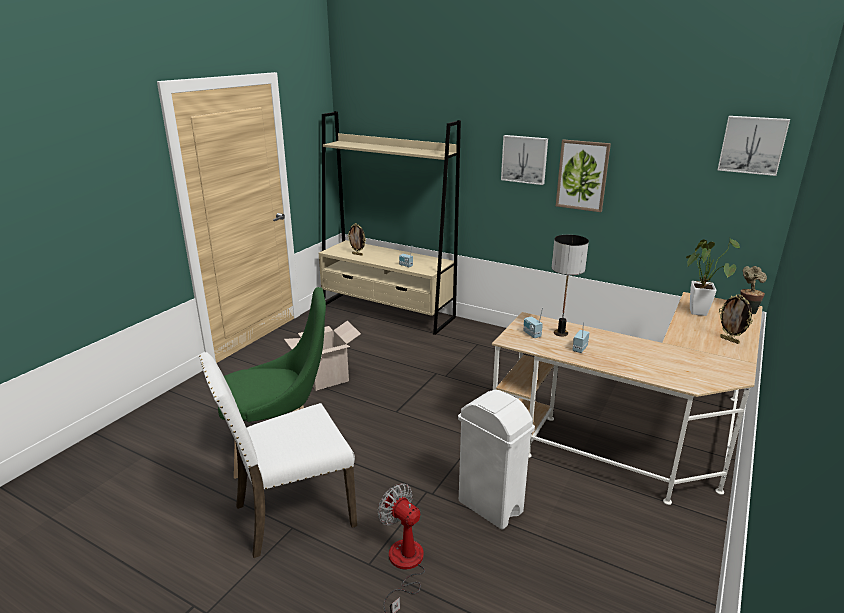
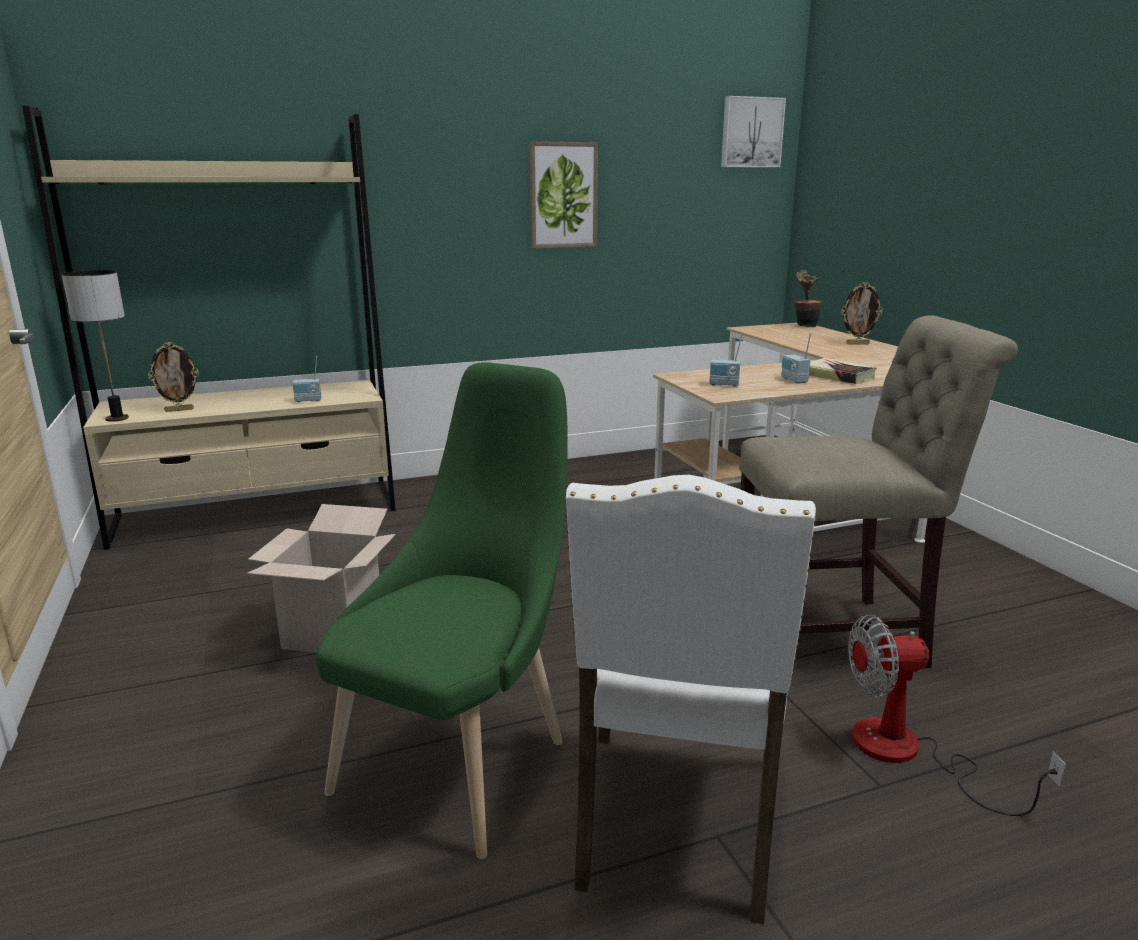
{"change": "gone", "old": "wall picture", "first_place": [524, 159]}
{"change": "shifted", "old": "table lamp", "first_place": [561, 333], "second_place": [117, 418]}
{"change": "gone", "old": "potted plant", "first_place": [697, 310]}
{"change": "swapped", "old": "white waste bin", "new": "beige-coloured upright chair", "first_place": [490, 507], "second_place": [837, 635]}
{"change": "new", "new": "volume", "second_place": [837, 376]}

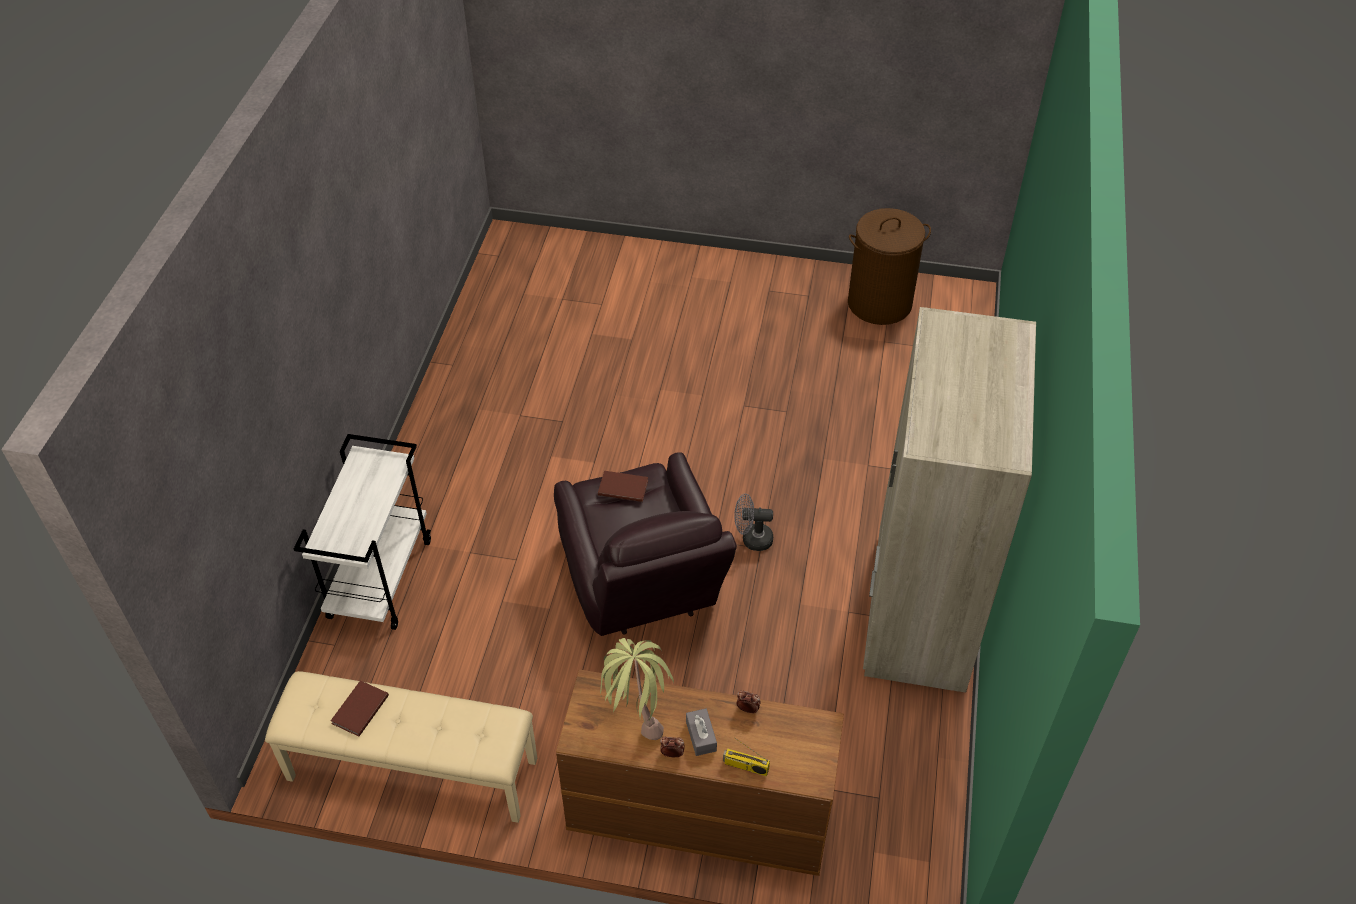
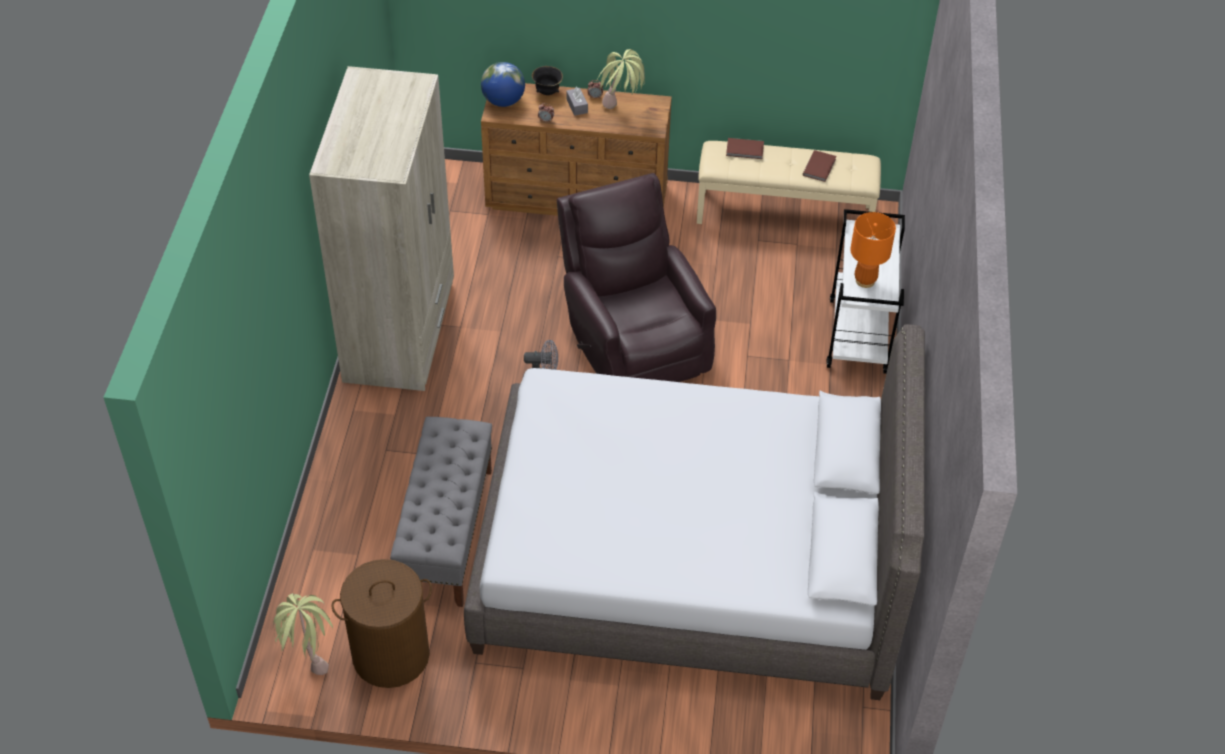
{"change": "shifted", "old": "brownish volume", "first_place": [622, 487], "second_place": [745, 150]}
{"change": "swapped", "old": "radio", "new": "black-coloured deep dish", "first_place": [745, 766], "second_place": [547, 92]}
{"change": "new", "new": "globe", "second_place": [503, 101]}
{"change": "new", "new": "orangey table lamp", "second_place": [865, 280]}
{"change": "new", "new": "grey bed", "second_place": [689, 559]}
{"change": "new", "new": "grey indoor bench", "second_place": [447, 534]}
{"change": "new", "new": "potted plant", "second_place": [308, 656]}

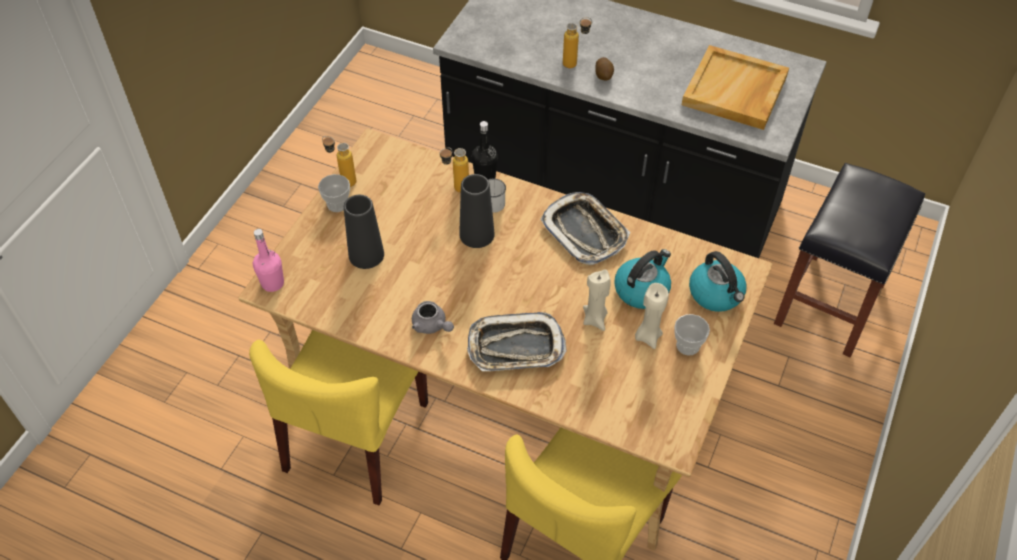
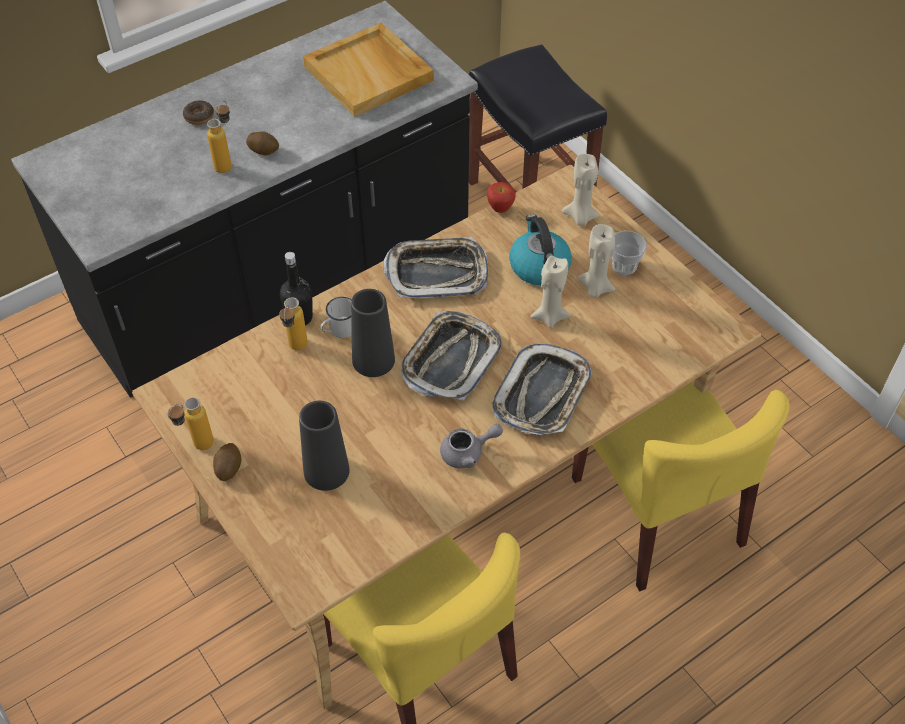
{"change": "swapped", "old": "cup", "new": "whole potato", "first_place": [337, 204], "second_place": [228, 467]}
{"change": "gone", "old": "pink-coloured drink bottle", "first_place": [272, 283]}
{"change": "swapped", "old": "kettle", "new": "beige-coloured candle", "first_place": [716, 294], "second_place": [580, 217]}
{"change": "new", "new": "doughnut", "second_place": [199, 116]}
{"change": "new", "new": "whole apple", "second_place": [500, 209]}
{"change": "new", "new": "tray", "second_place": [450, 360]}

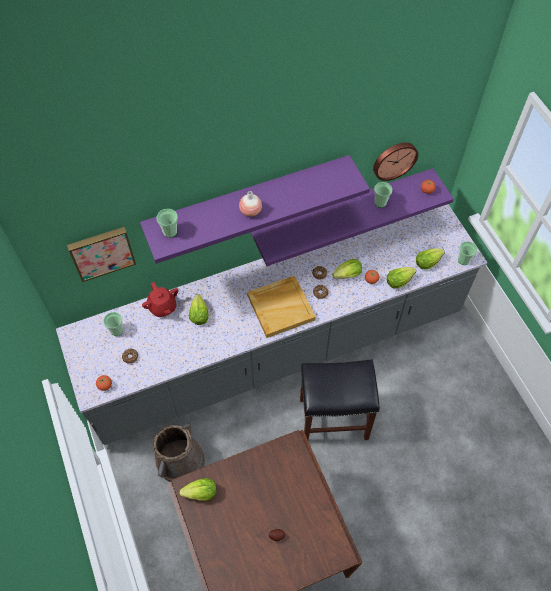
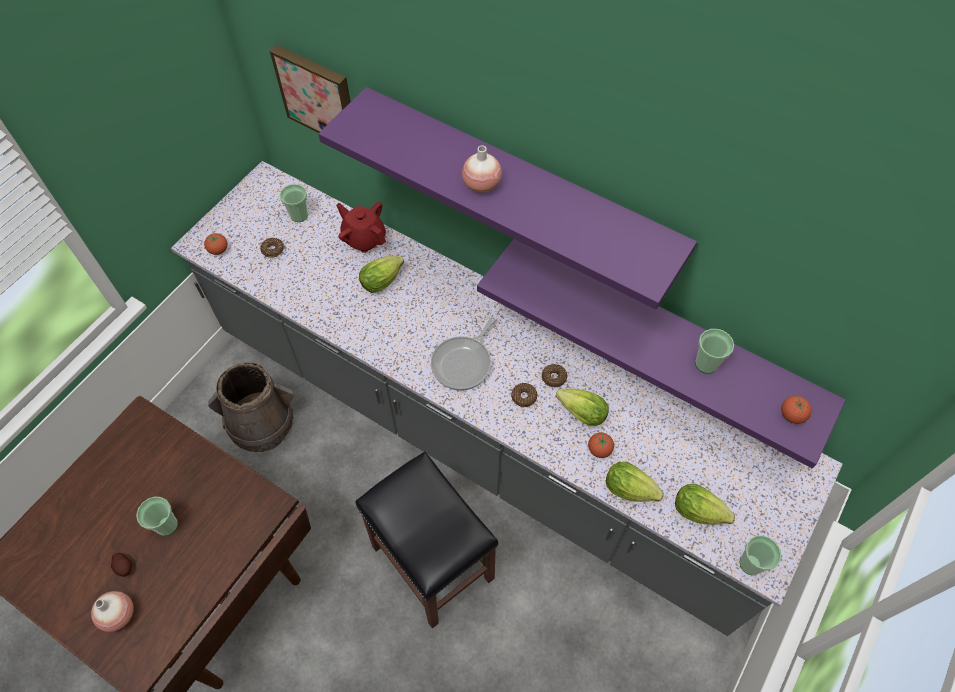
{"change": "gone", "old": "hanging clock", "first_place": [394, 159]}
{"change": "shifted", "old": "cup", "first_place": [170, 232], "second_place": [167, 525]}
{"change": "swapped", "old": "beige-coloured tray", "new": "pan", "first_place": [281, 307], "second_place": [464, 363]}
{"change": "rotated", "old": "red-coloured teapot", "first_place": [162, 307], "second_place": [364, 238], "degrees": 105}
{"change": "gone", "old": "lettuce", "first_place": [198, 493]}
{"change": "new", "new": "flower vase", "second_place": [119, 615]}

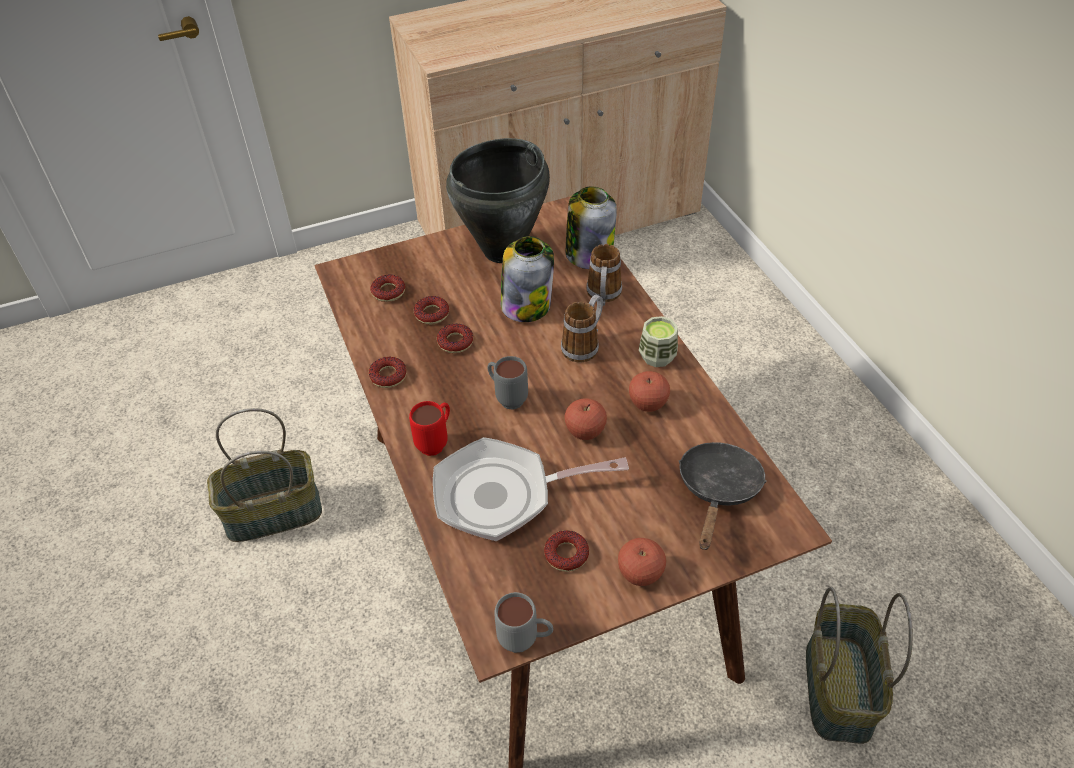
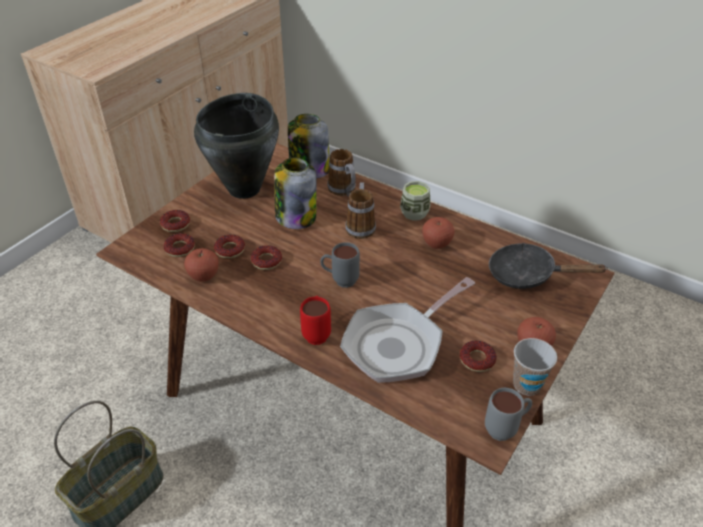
{"change": "shifted", "old": "doughnut", "first_place": [388, 376], "second_place": [175, 224]}
{"change": "shifted", "old": "whole apple", "first_place": [585, 432], "second_place": [204, 276]}
{"change": "rotated", "old": "black-coloured pan", "first_place": [718, 490], "second_place": [528, 275], "degrees": -60}
{"change": "gone", "old": "storage basket", "first_place": [840, 689]}
{"change": "new", "new": "cup", "second_place": [527, 384]}

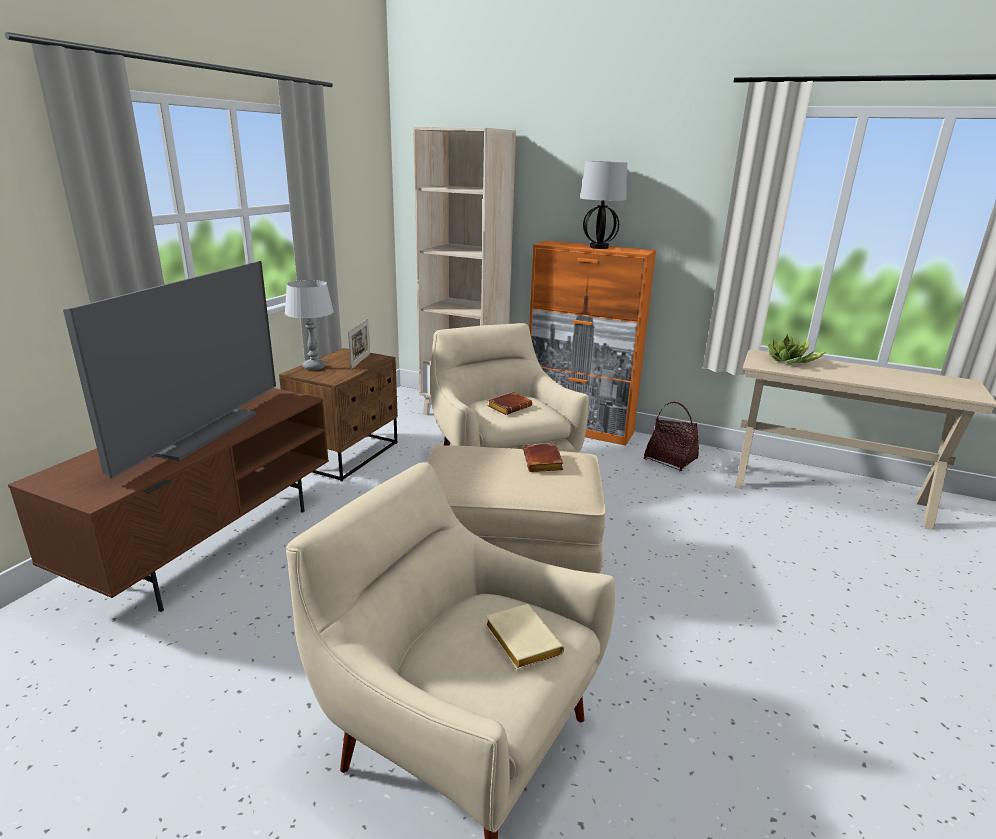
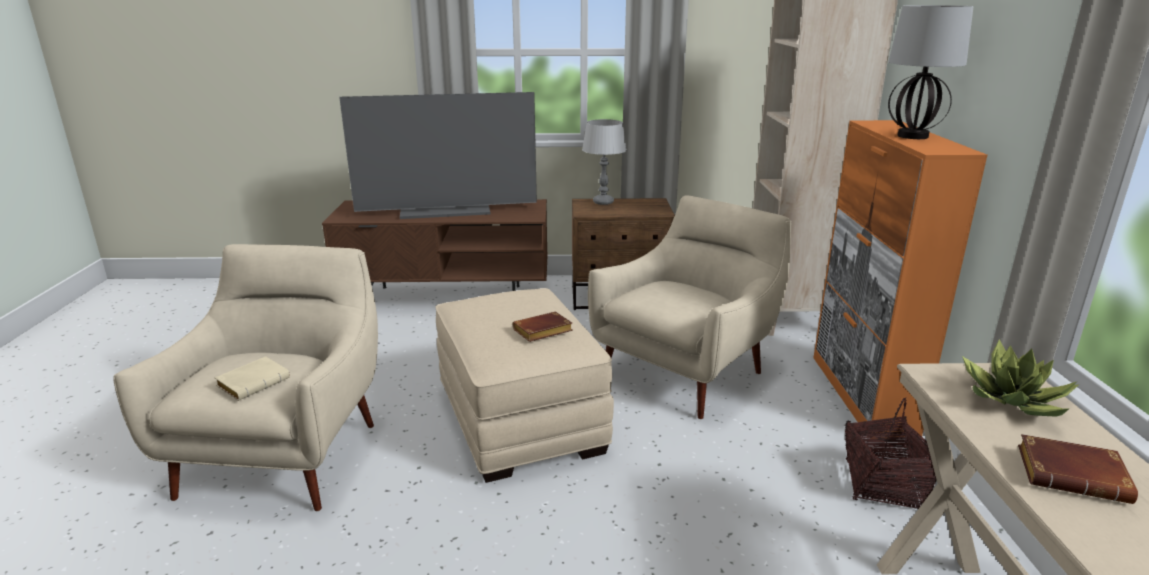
{"change": "gone", "old": "picture frame", "first_place": [360, 361]}
{"change": "shifted", "old": "brownish volume", "first_place": [509, 406], "second_place": [1074, 475]}

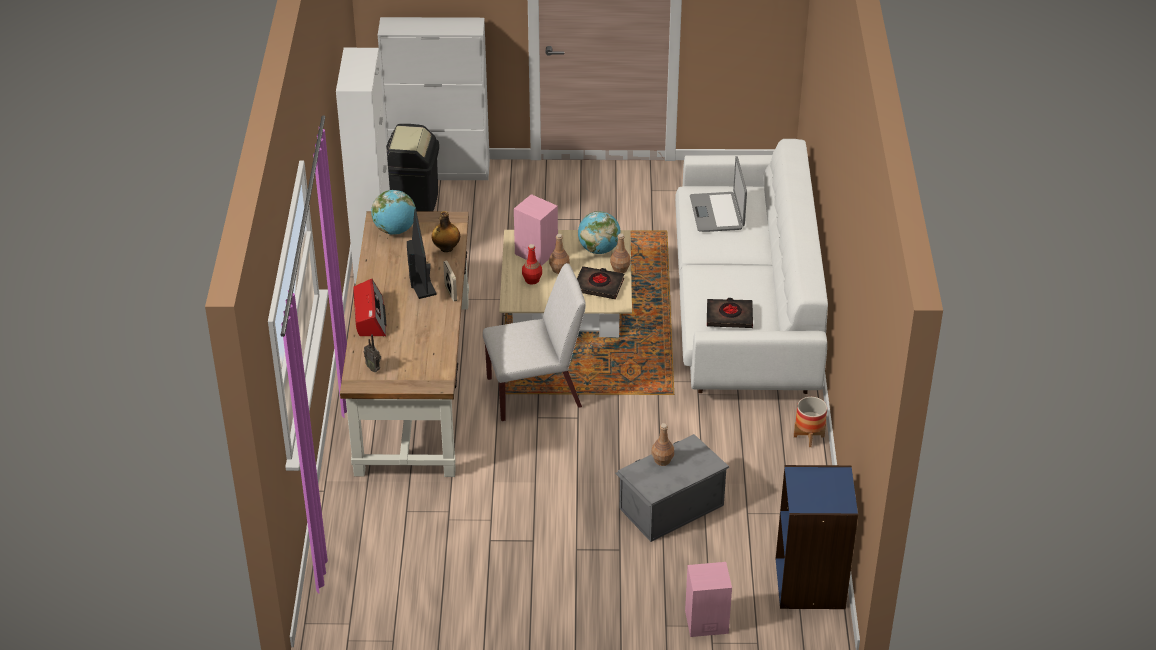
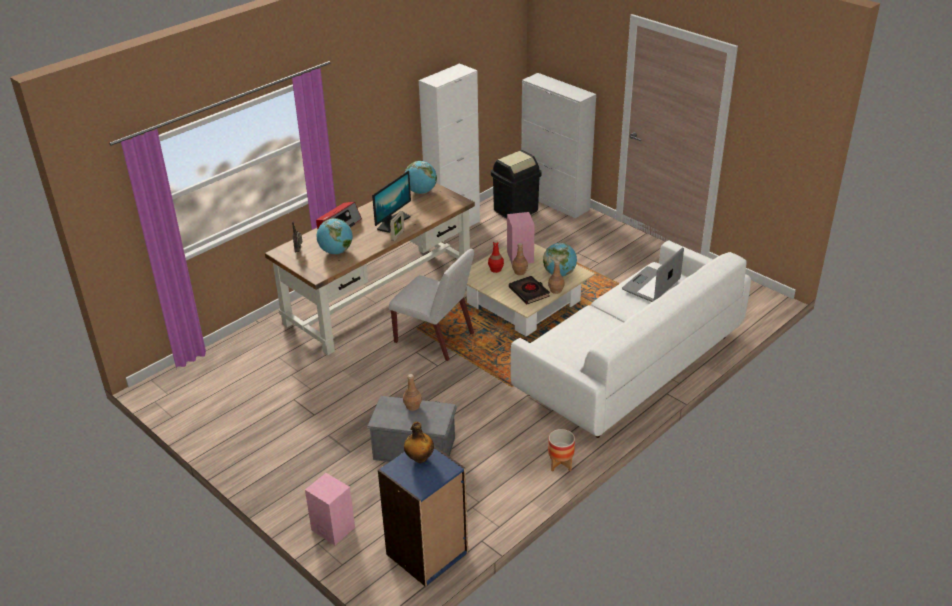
{"change": "shifted", "old": "drink bottle", "first_place": [446, 248], "second_place": [419, 458]}
{"change": "gone", "old": "black-coloured volume", "first_place": [729, 316]}
{"change": "new", "new": "globe", "second_place": [336, 251]}

